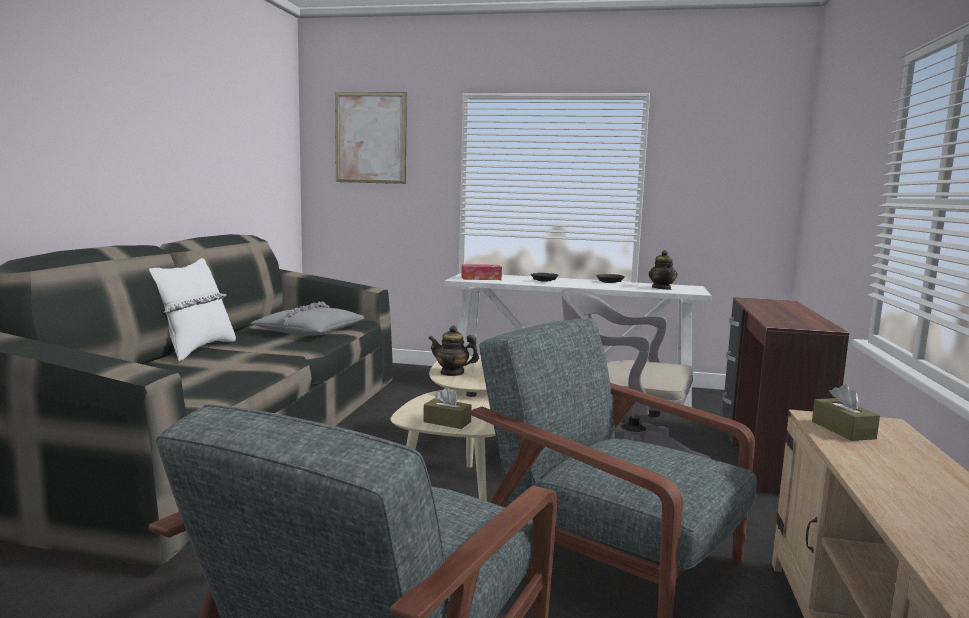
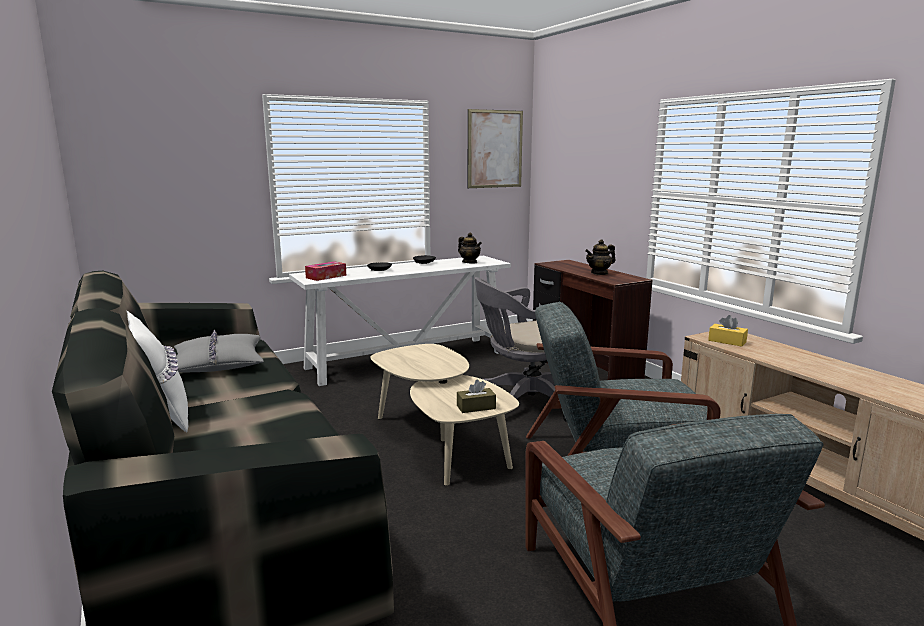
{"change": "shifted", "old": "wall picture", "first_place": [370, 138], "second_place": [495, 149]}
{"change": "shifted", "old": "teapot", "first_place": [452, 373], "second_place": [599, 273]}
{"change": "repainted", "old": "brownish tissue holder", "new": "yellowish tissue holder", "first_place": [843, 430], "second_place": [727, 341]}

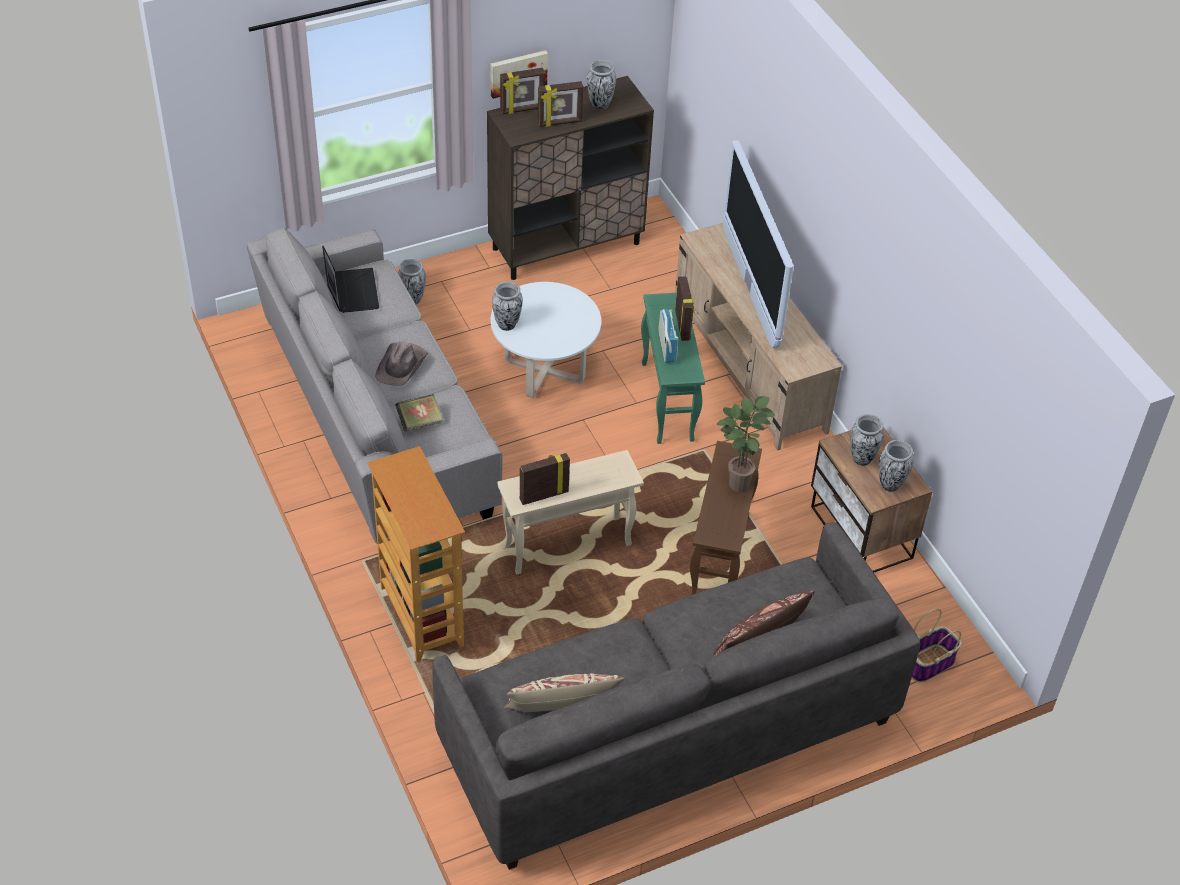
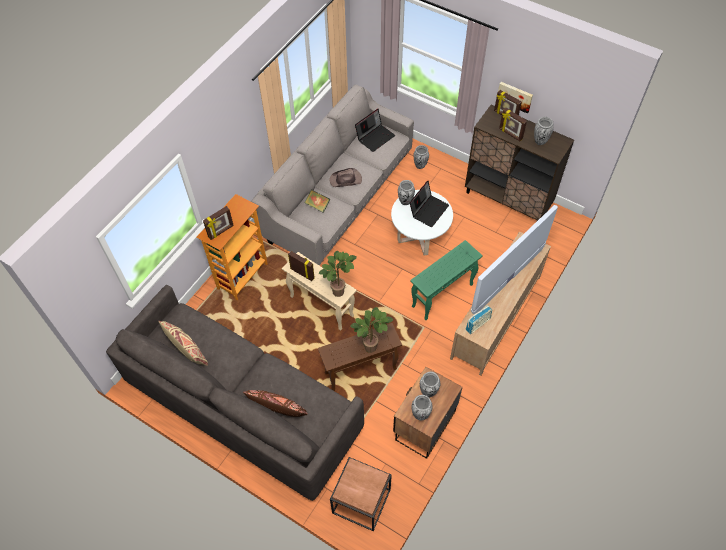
{"change": "shifted", "old": "picture frame", "first_place": [683, 325], "second_place": [221, 231]}
{"change": "shifted", "old": "radio", "first_place": [666, 347], "second_place": [478, 324]}
{"change": "swapped", "old": "storage basket", "new": "brownish accent table", "first_place": [929, 663], "second_place": [362, 501]}
{"change": "new", "new": "notebook computer", "second_place": [428, 210]}
{"change": "new", "new": "potted plant", "second_place": [339, 290]}

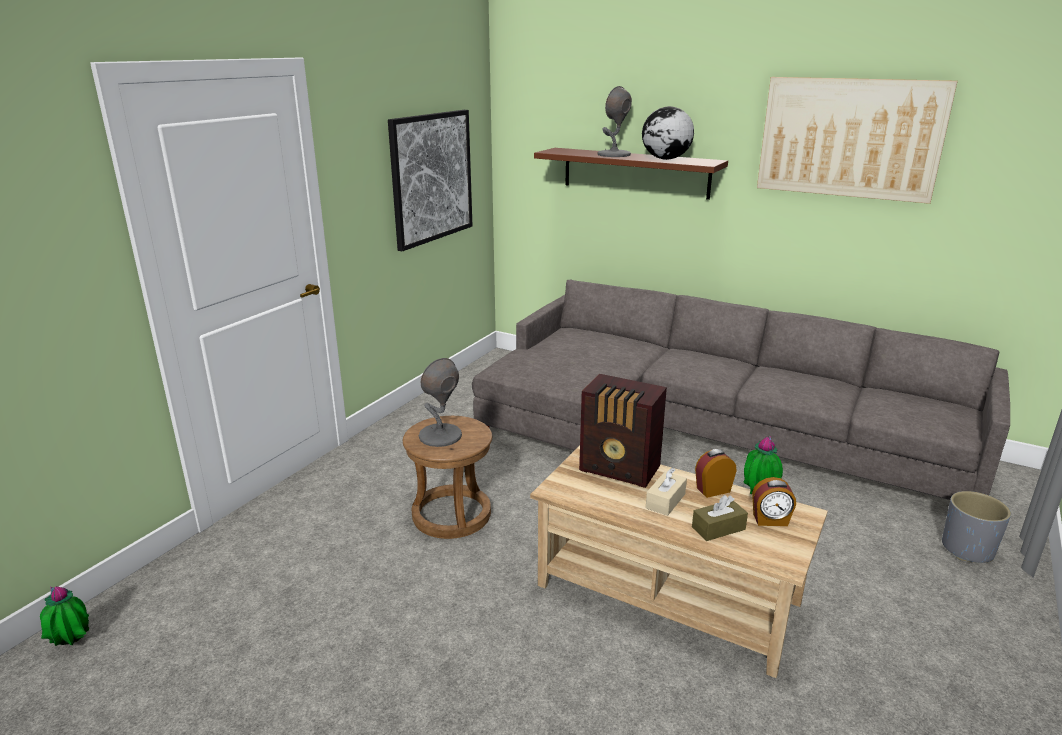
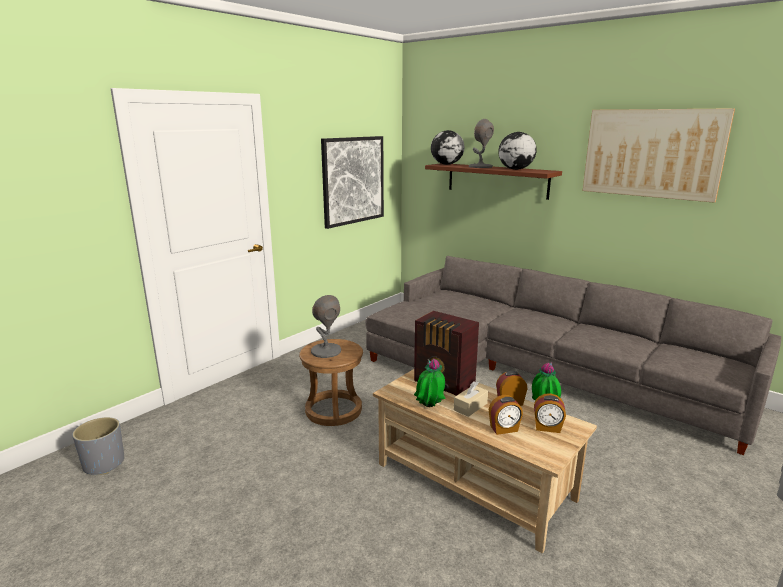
{"change": "shifted", "old": "grey plant pot", "first_place": [966, 549], "second_place": [104, 464]}
{"change": "swapped", "old": "brownish tissue holder", "new": "bedside clock", "first_place": [718, 528], "second_place": [504, 429]}
{"change": "shifted", "old": "potted plant", "first_place": [72, 645], "second_place": [429, 408]}
{"change": "new", "new": "globe", "second_place": [446, 164]}

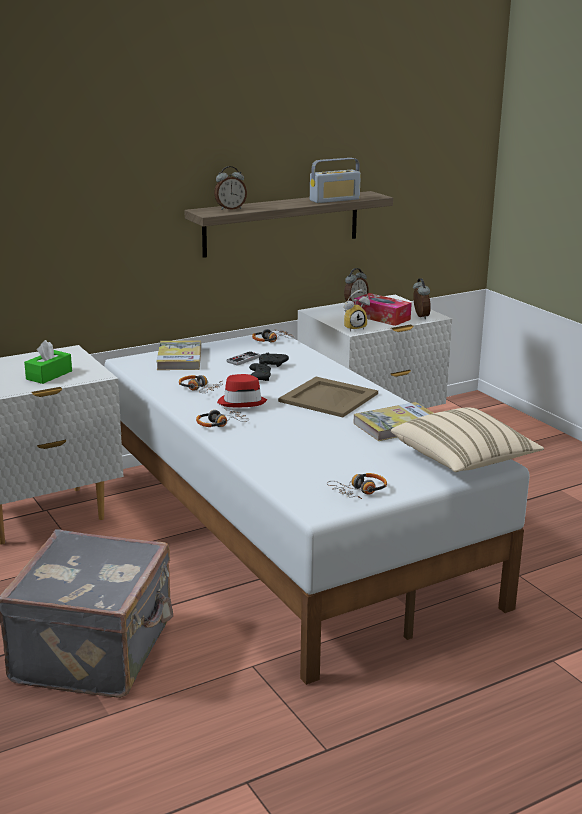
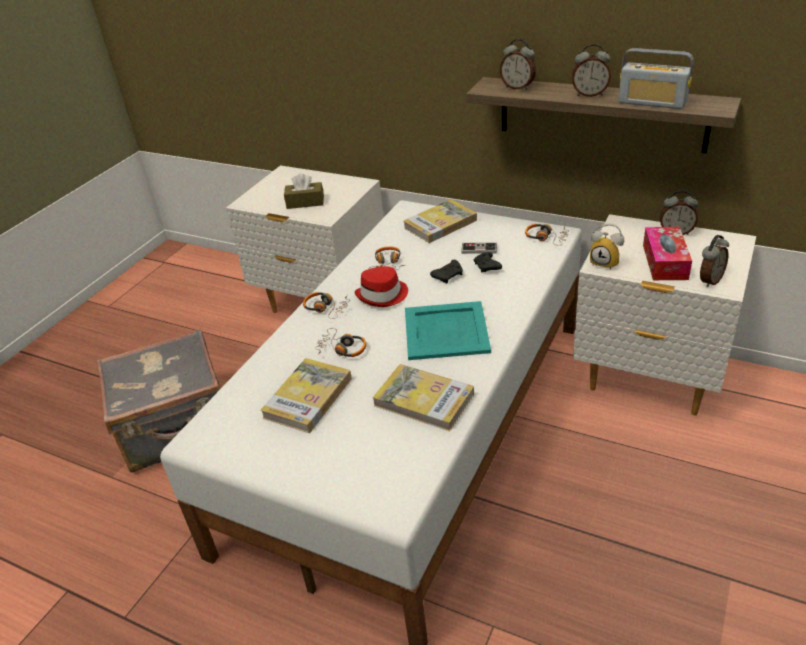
{"change": "repainted", "old": "green-coloured tissue holder", "new": "brownish tissue holder", "first_place": [49, 375], "second_place": [305, 202]}
{"change": "repainted", "old": "beige-coloured tray", "new": "turquoise-coloured tray", "first_place": [329, 398], "second_place": [445, 331]}
{"change": "gone", "old": "beige-coloured pillow", "first_place": [463, 460]}
{"change": "shifted", "old": "headphones", "first_place": [359, 491], "second_place": [342, 349]}
{"change": "new", "new": "bedside clock", "second_place": [589, 94]}
{"change": "new", "new": "volume", "second_place": [308, 398]}

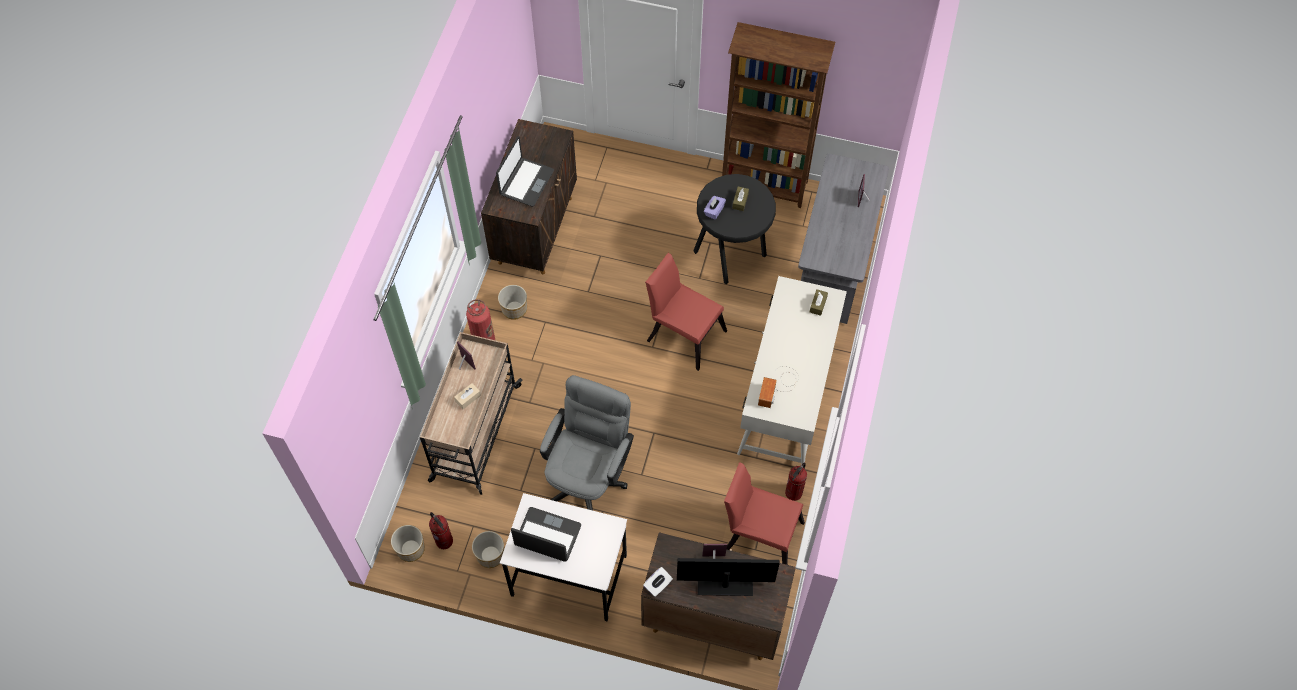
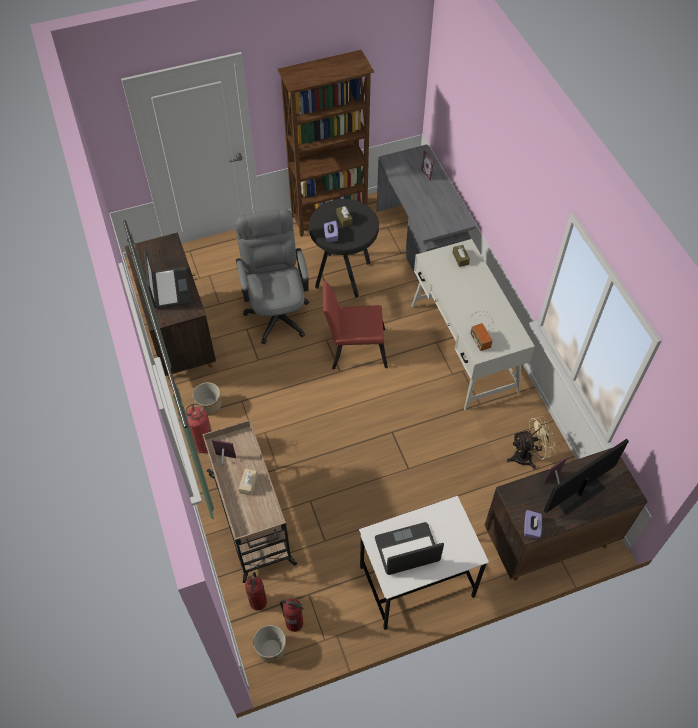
{"change": "shifted", "old": "grey office chair", "first_place": [588, 477], "second_place": [277, 310]}
{"change": "swapped", "old": "red-coloured upright chair", "new": "beige-coloured fan", "first_place": [759, 533], "second_place": [527, 456]}
{"change": "shifted", "old": "fire-fighting cylinder", "first_place": [794, 493], "second_place": [258, 602]}
{"change": "gone", "old": "plant pot", "first_place": [490, 555]}
{"change": "repainted", "old": "white tissue holder", "new": "purple-coloured tissue holder", "first_place": [658, 585], "second_place": [531, 528]}

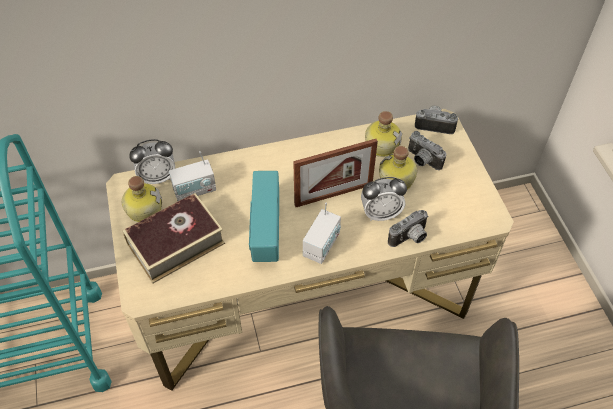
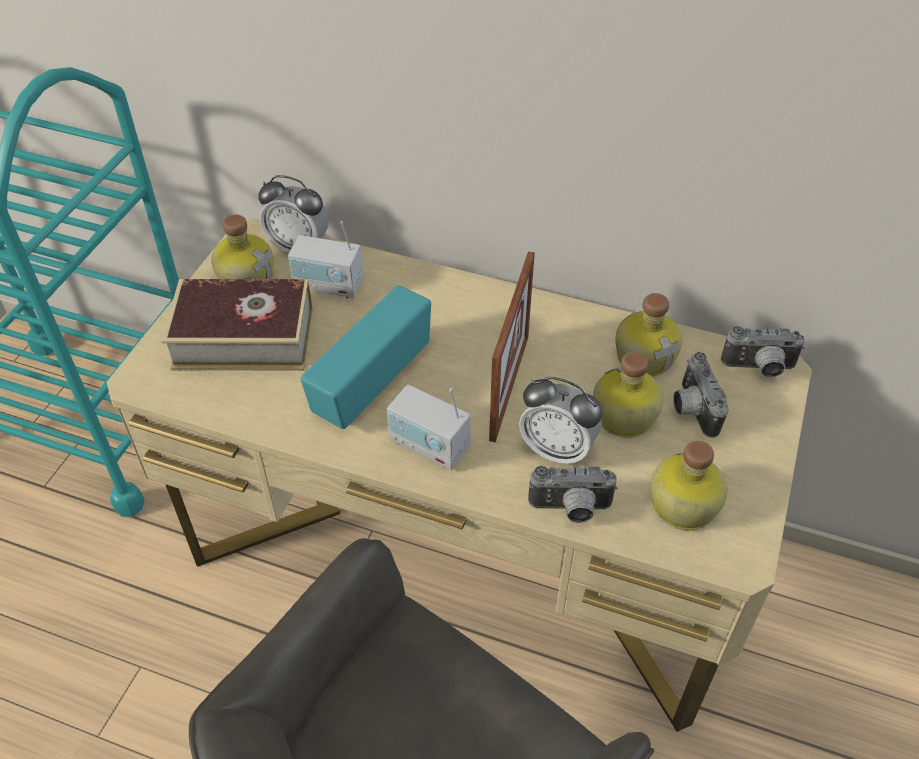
{"change": "rotated", "old": "photo camera", "first_place": [435, 125], "second_place": [759, 369], "degrees": 135}
{"change": "rotated", "old": "picture frame", "first_place": [333, 195], "second_place": [509, 387], "degrees": -90}
{"change": "rotated", "old": "radio", "first_place": [322, 245], "second_place": [429, 445], "degrees": 60}
{"change": "new", "new": "drink bottle", "second_place": [681, 505]}

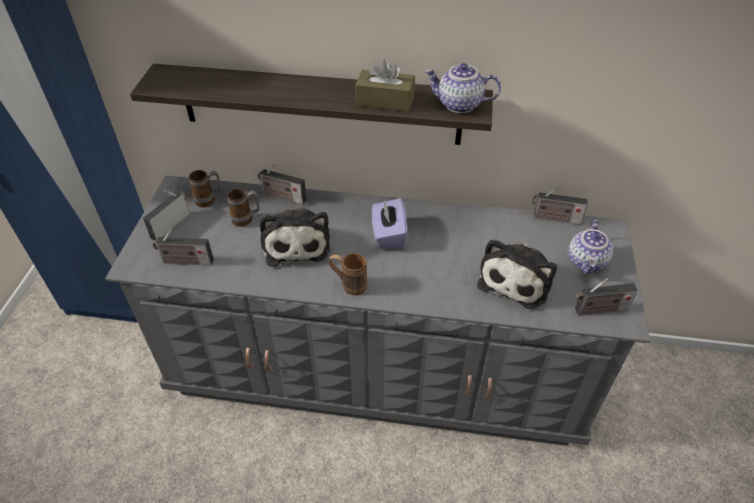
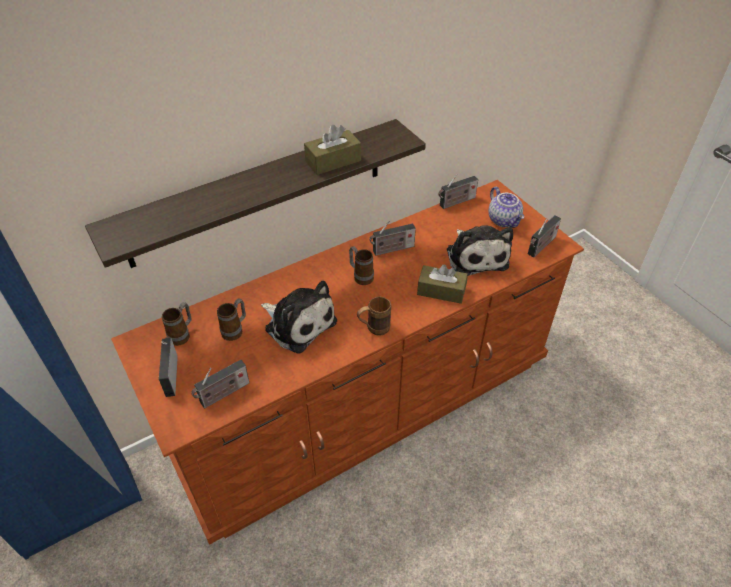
{"change": "gone", "old": "teapot", "first_place": [459, 105]}
{"change": "shifted", "old": "radio", "first_place": [282, 196], "second_place": [391, 249]}
{"change": "repainted", "old": "grey chest of drawers", "new": "brownish chest of drawers", "first_place": [377, 368], "second_place": [364, 404]}
{"change": "swapped", "old": "purple-coloured tissue holder", "new": "coffee mug", "first_place": [388, 235], "second_place": [361, 276]}
{"change": "new", "new": "brownish tissue holder", "second_place": [441, 291]}

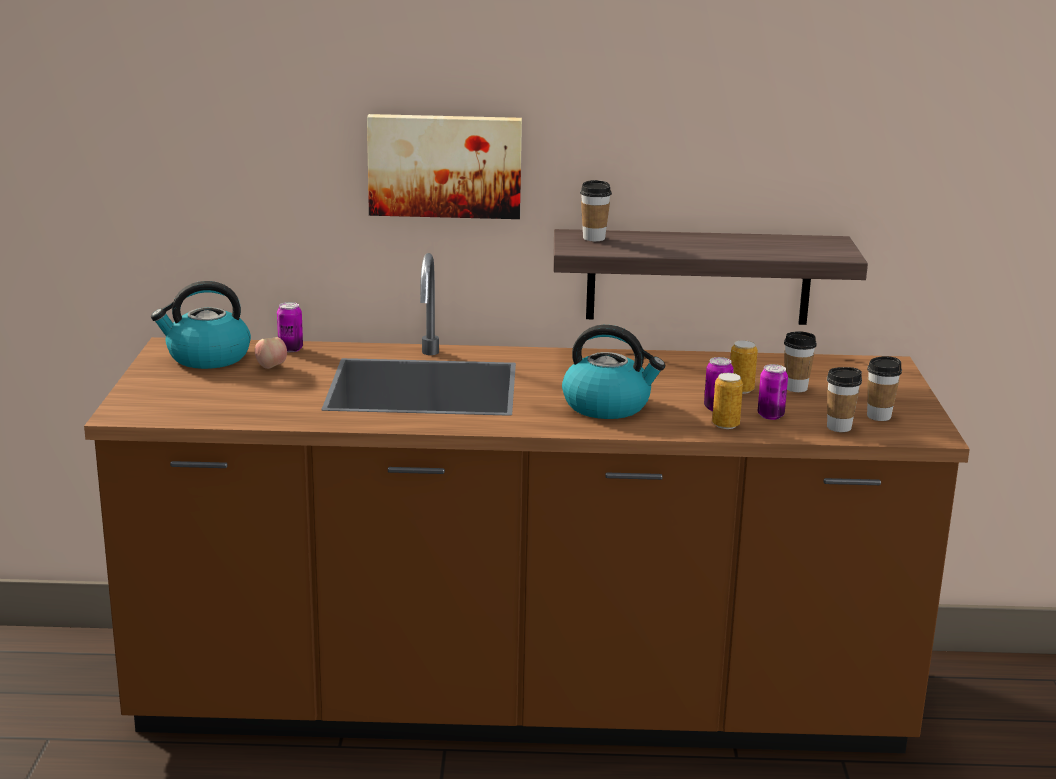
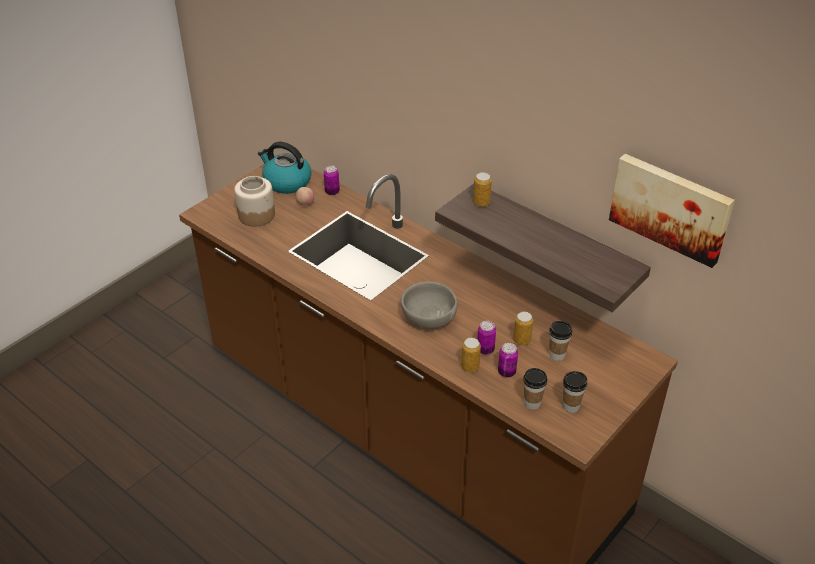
{"change": "shifted", "old": "wall picture", "first_place": [445, 165], "second_place": [671, 207]}
{"change": "swapped", "old": "cup", "new": "can", "first_place": [594, 238], "second_place": [481, 203]}
{"change": "swapped", "old": "kettle", "new": "grey deep dish", "first_place": [608, 406], "second_place": [428, 317]}
{"change": "new", "new": "preserve jar", "second_place": [256, 215]}

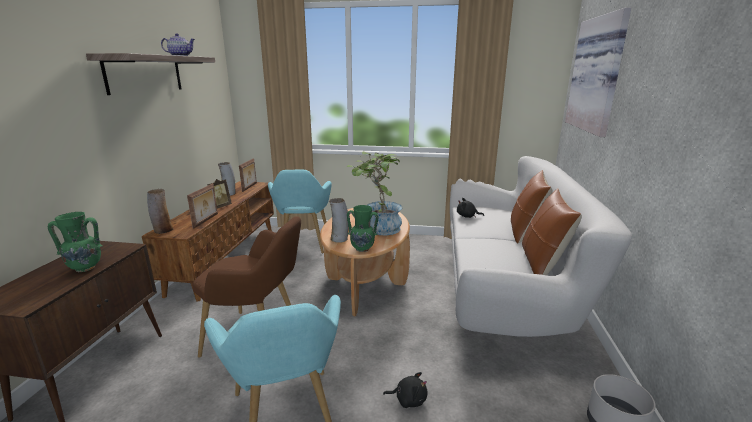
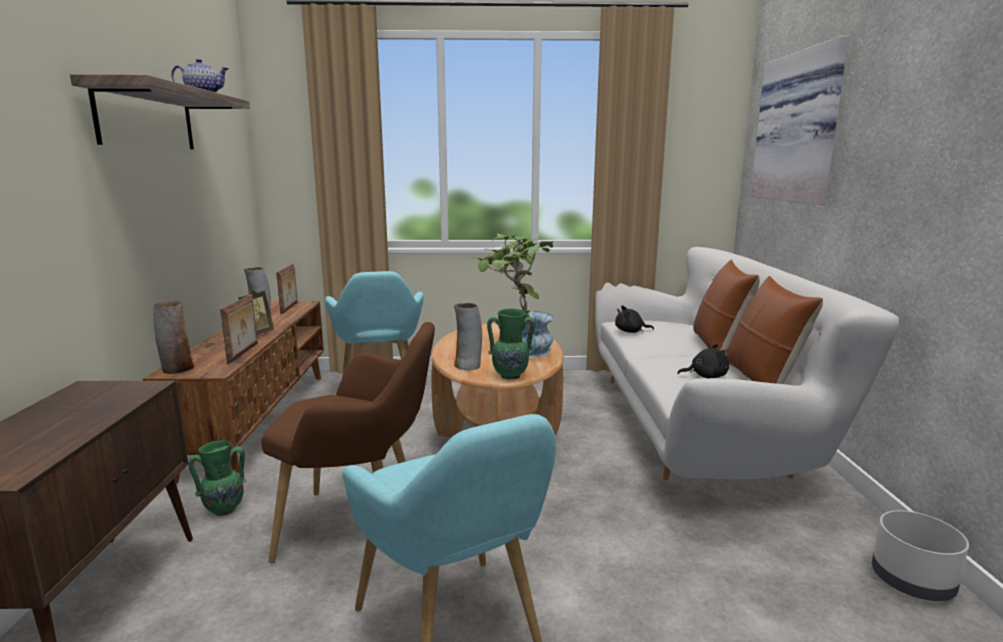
{"change": "shifted", "old": "green-coloured flower vase", "first_place": [85, 268], "second_place": [223, 510]}
{"change": "shifted", "old": "black-coloured cuddly toy", "first_place": [408, 399], "second_place": [706, 376]}

